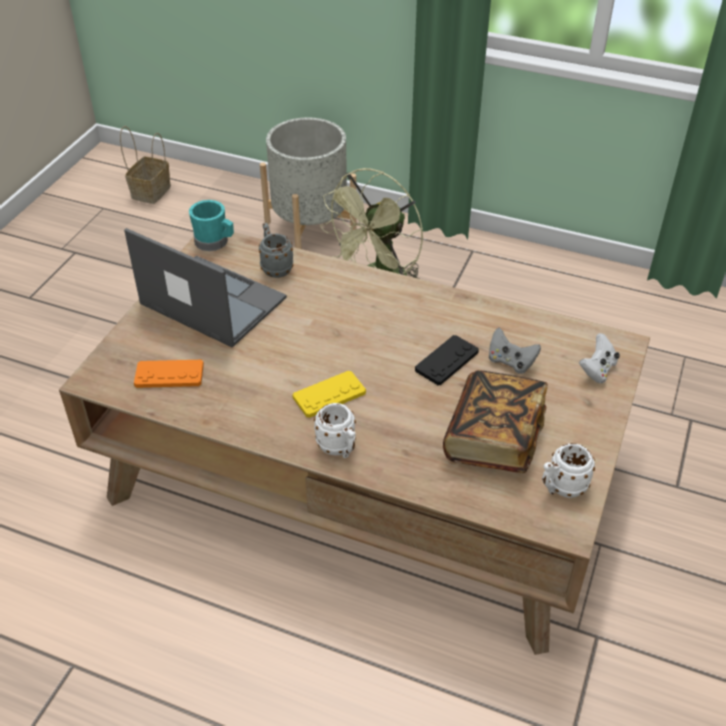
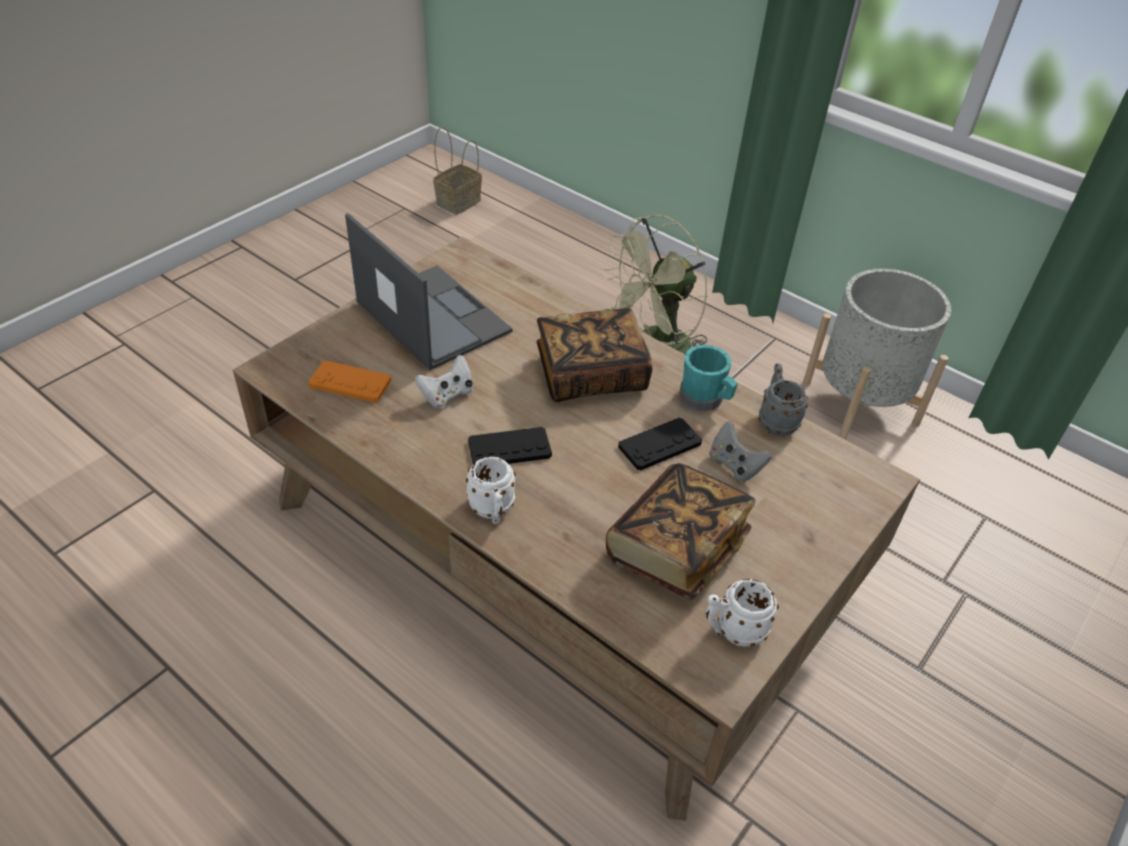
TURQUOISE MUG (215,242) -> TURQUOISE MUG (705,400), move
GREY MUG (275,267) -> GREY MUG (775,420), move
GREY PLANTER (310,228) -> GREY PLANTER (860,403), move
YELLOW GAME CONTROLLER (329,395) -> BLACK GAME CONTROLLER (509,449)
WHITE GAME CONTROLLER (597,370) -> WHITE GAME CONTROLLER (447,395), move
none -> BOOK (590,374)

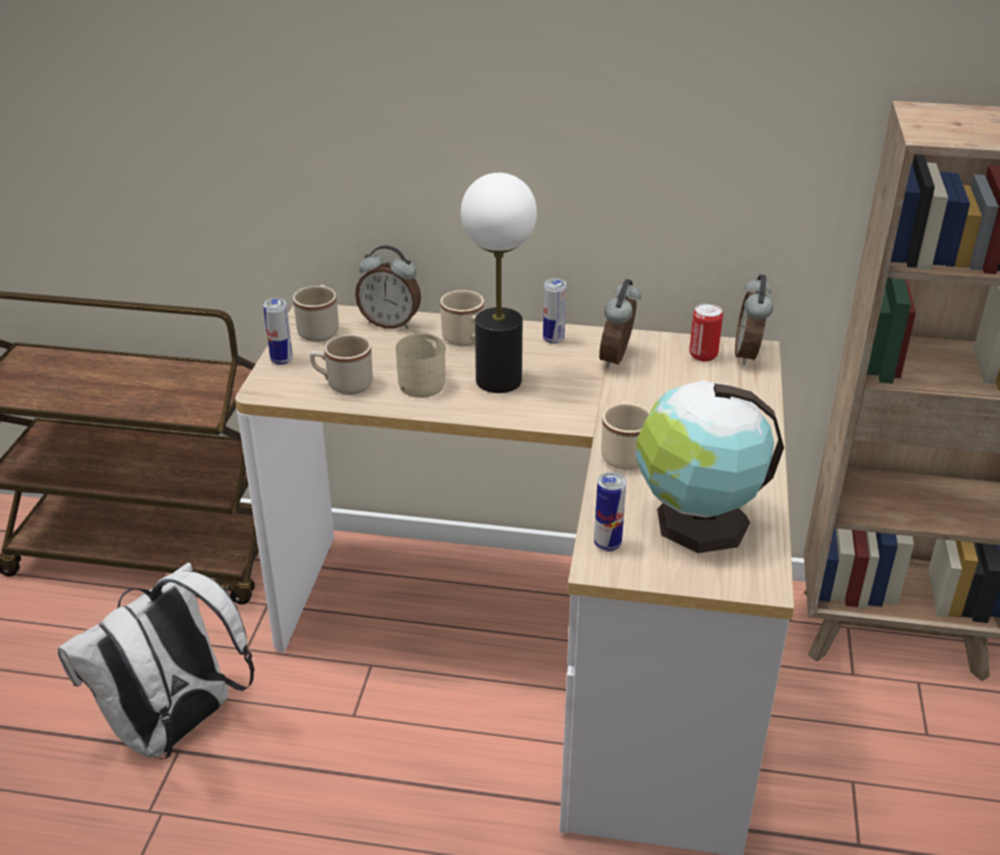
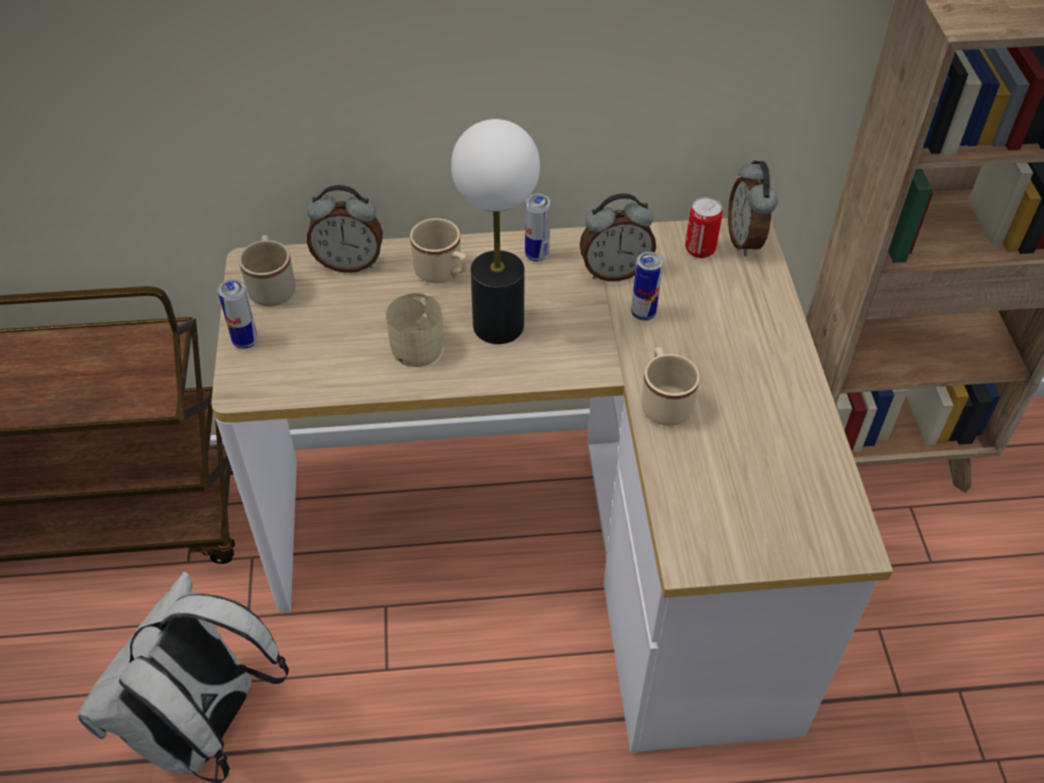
BEIGE MUG (343,384) -> none
CAN (607,544) -> CAN (643,313), move
ALARM CLOCK (618,359) -> ALARM CLOCK (614,271), 105 degrees counterclockwise
GLOBE (696,522) -> none

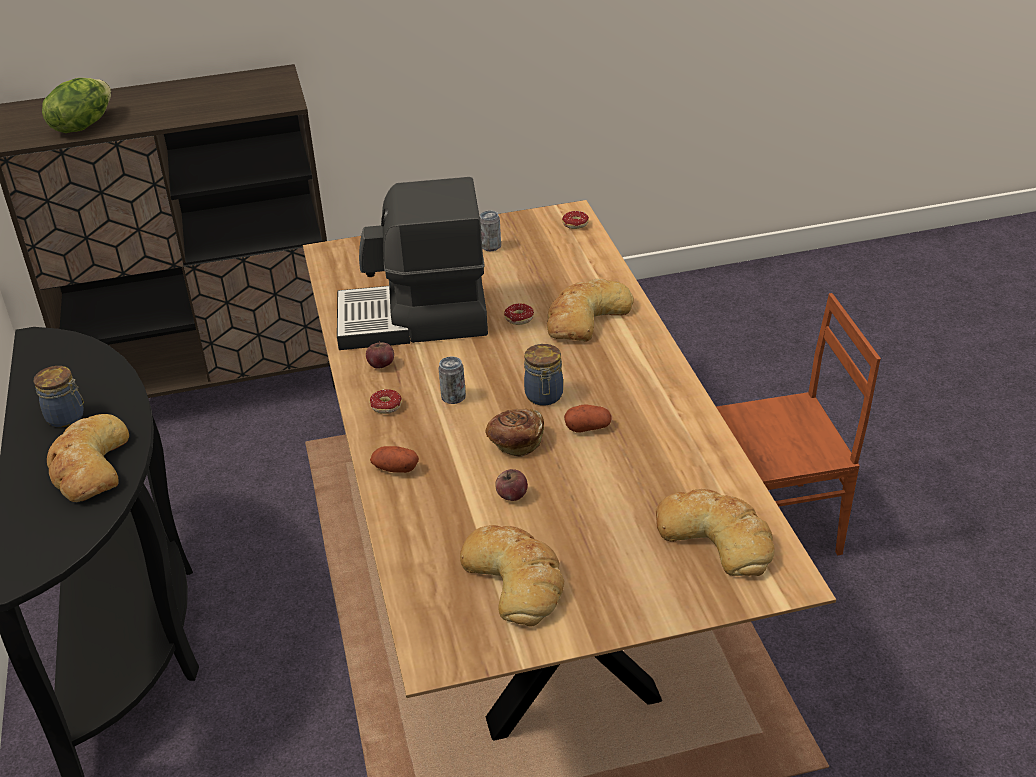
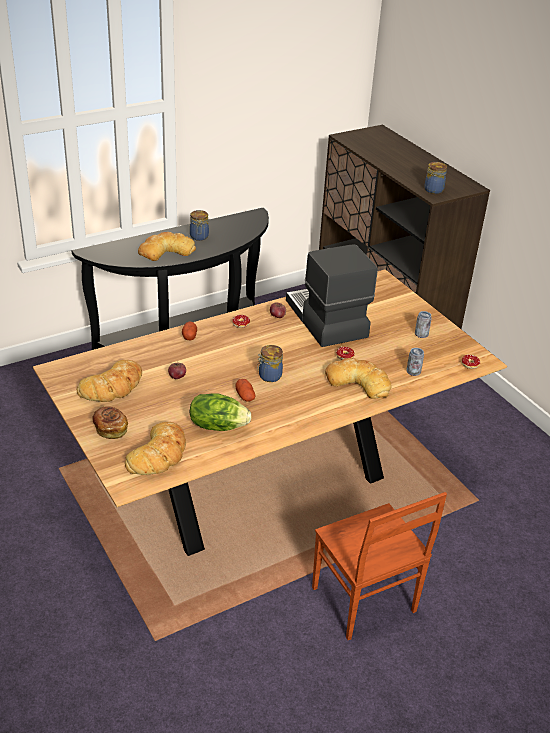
LETTUCE (82,125) -> LETTUCE (218,425), move
CAN (453,397) -> CAN (413,372), move
BREAD (515,443) -> BREAD (110,429), move
none -> JAR (433,189)

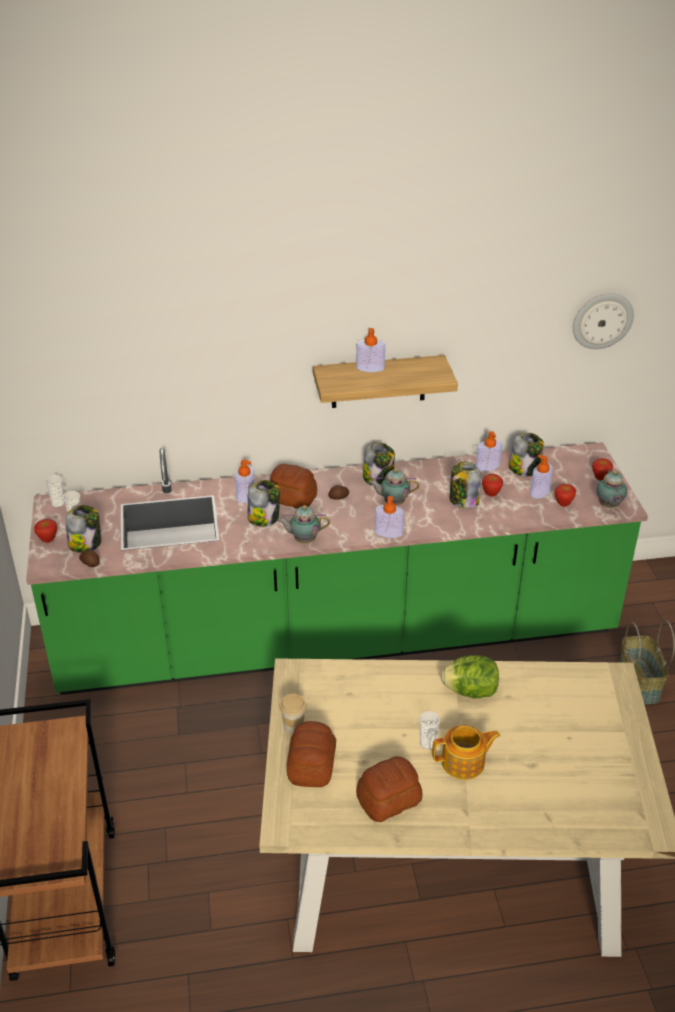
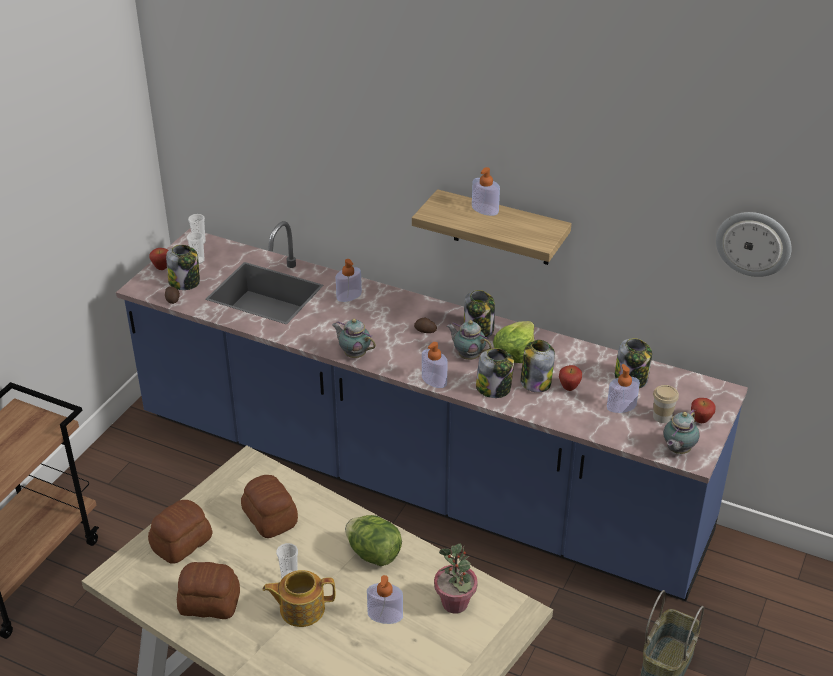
GREEN COUNTER (337,637) -> BLUE COUNTER (416,477)
JAR (264,518) -> JAR (494,388), move
BREAD (292,499) -> BREAD (269,518), move
CUP (293,725) -> CUP (662,416), move
TEAPOT (464,763) -> TEAPOT (301,609), 150 degrees clockwise
SOAP DISPENSER (487,466) -> SOAP DISPENSER (385,615), move
APPLE (563,504) -> none
none -> POTTED PLANT (455,603)
none -> LETTUCE (514,352)

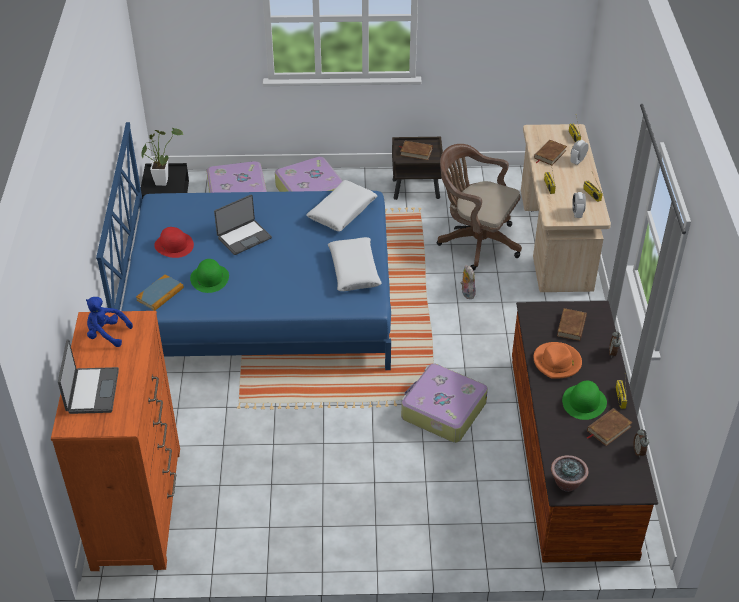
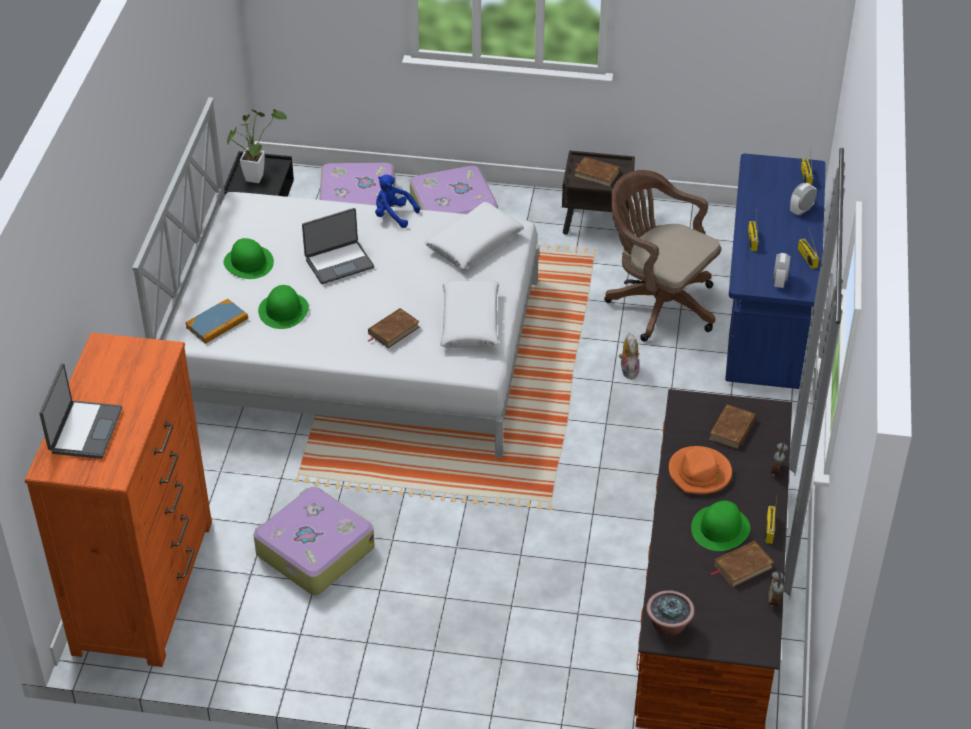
BLUE PLUSH TOY (106,334) -> BLUE PLUSH TOY (393,215), move
BLUE BED (261,301) -> WHITE BED (356,348)
RED HAT (174,245) -> GREEN HAT (248,262)
SUITCASE (442,410) -> SUITCASE (313,551), move
BEIGE DESK (555,240) -> BLUE DESK (767,314)
BROWN BOOK (549,154) -> BROWN BOOK (393,330), move

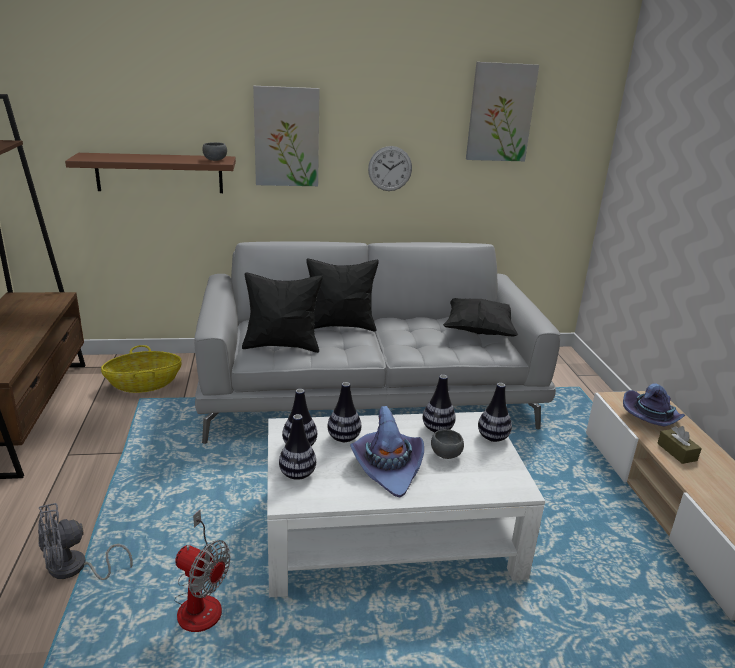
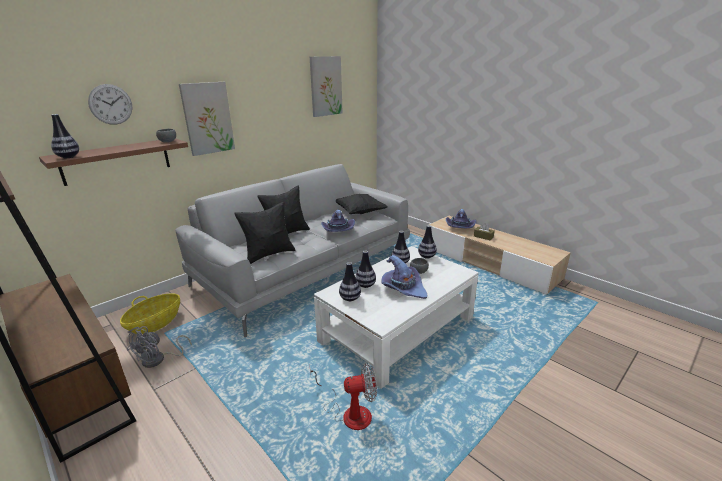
GREY FAN (74,569) -> GREY FAN (159,360), move
VASE (297,474) -> VASE (68,157), move
WALL CLOCK (390,168) -> WALL CLOCK (110,104), move
none -> PURPLE HAT (337,230)

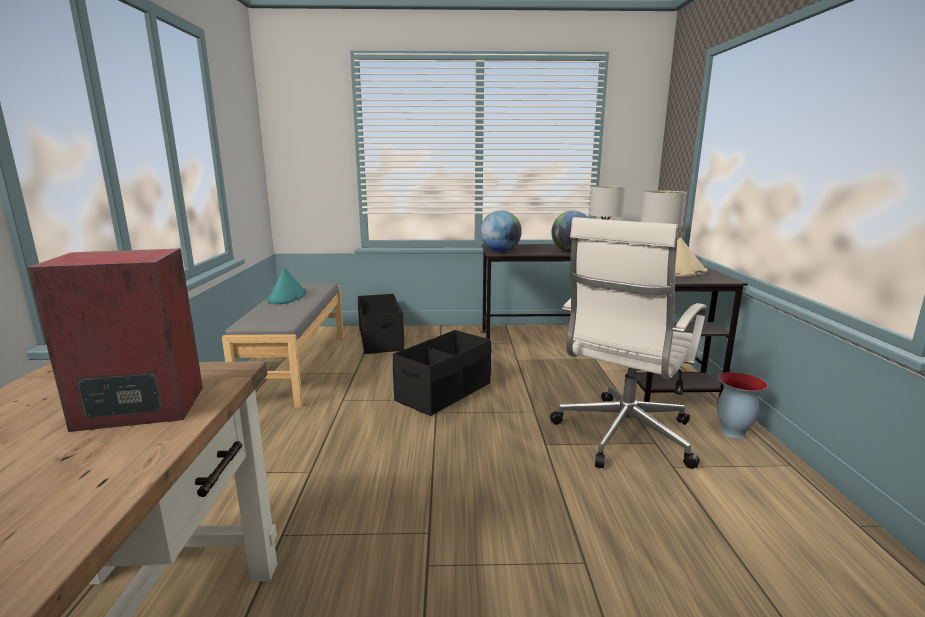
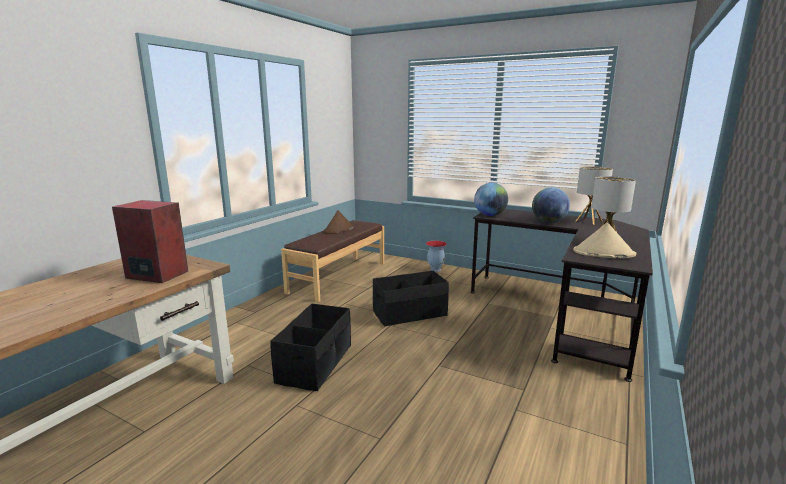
GREY BENCH (295,367) -> BROWN BENCH (338,277)
TURQUOISE HAT (287,297) -> BROWN HAT (338,230)
BLACK STORAGE BOX (381,340) -> BLACK STORAGE BOX (315,363), move
WHITE OFFICE CHAIR (622,436) -> none
VASE (732,432) -> VASE (435,269), move

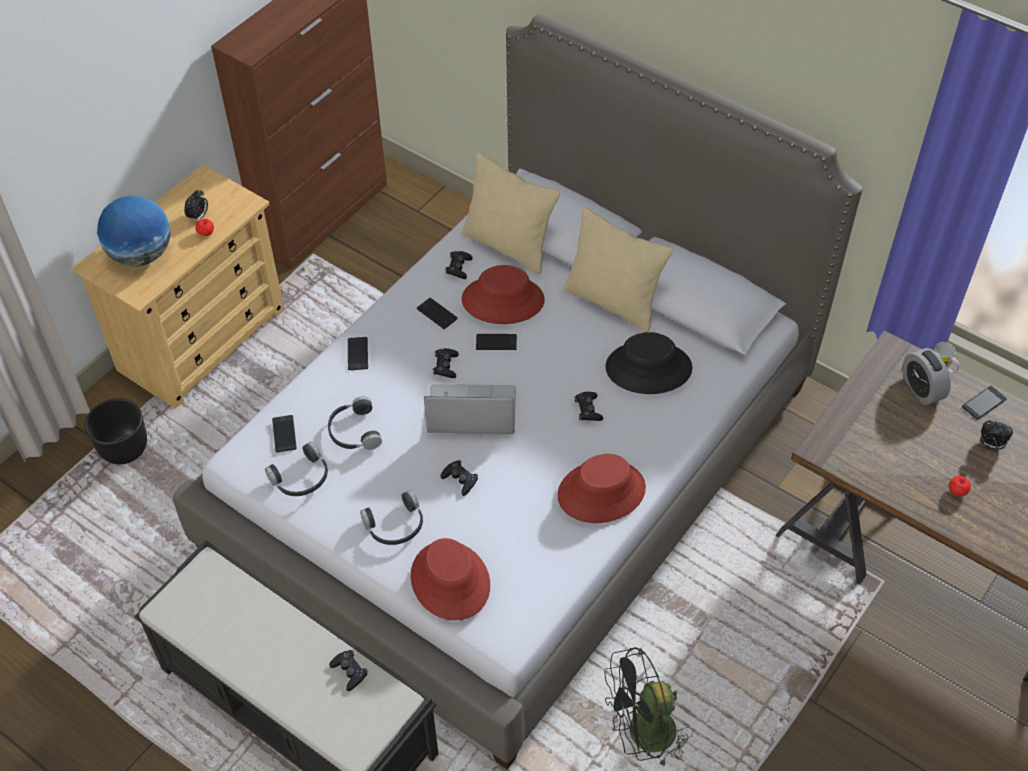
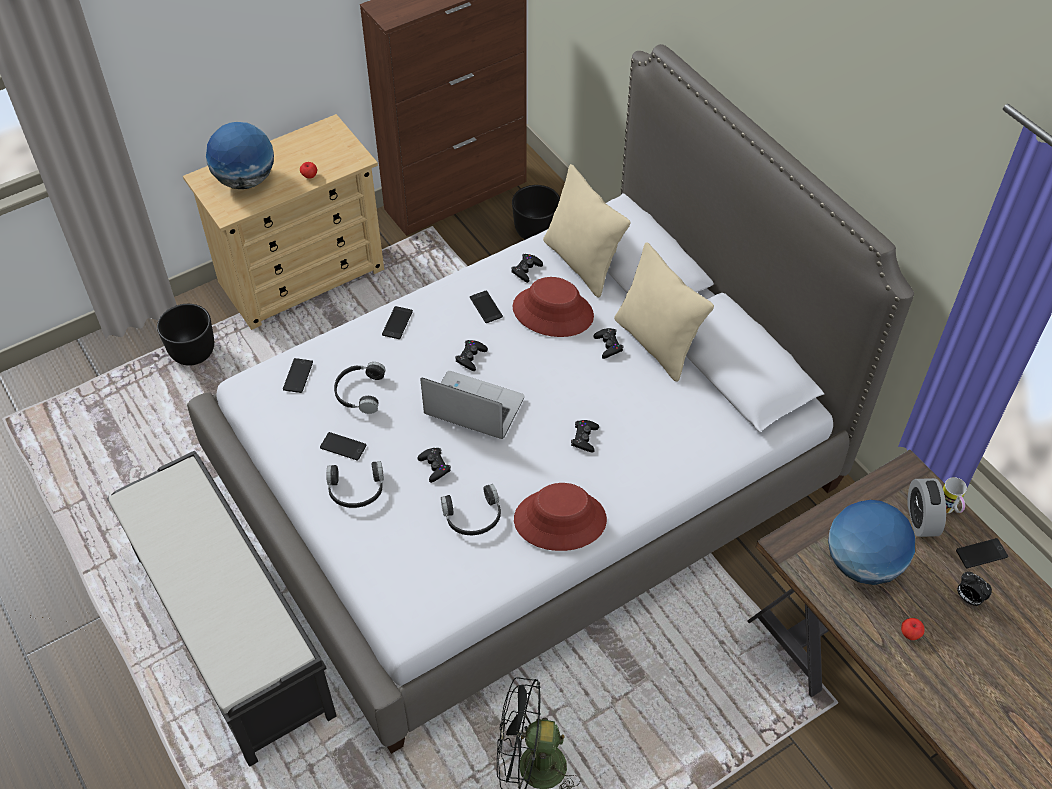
ALARM CLOCK (199,216) -> none
BLACK HEADPHONES (301,478) -> BLACK HEADPHONES (473,517), move
BLACK GAME CONTROLLER (349,671) -> BLACK GAME CONTROLLER (608,345), move
RED HAT (450,581) -> none
PHONE (496,342) -> PHONE (343,446), move
BLACK HAT (648,368) -> none
none -> BLACK PLANTER (536,232)
none -> GLOBE (862,563)

